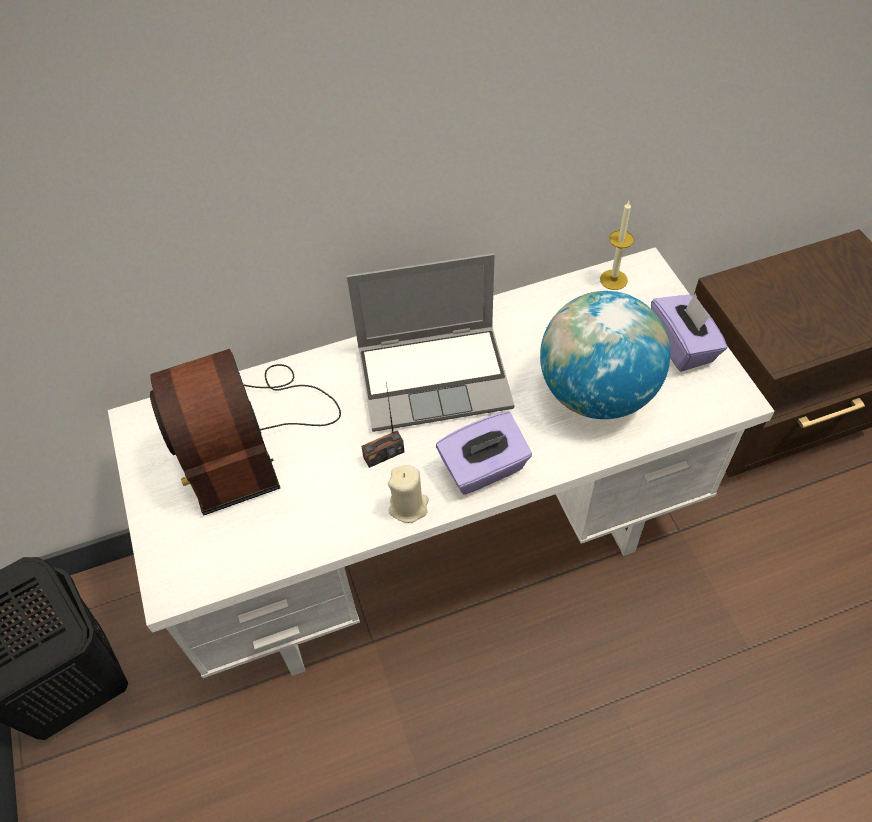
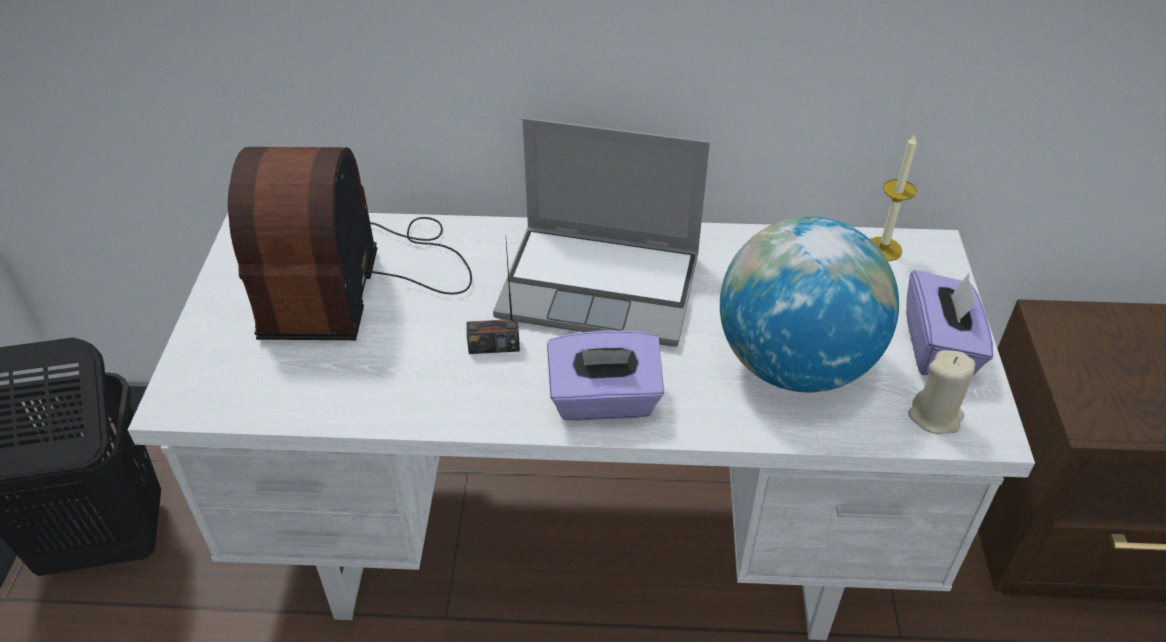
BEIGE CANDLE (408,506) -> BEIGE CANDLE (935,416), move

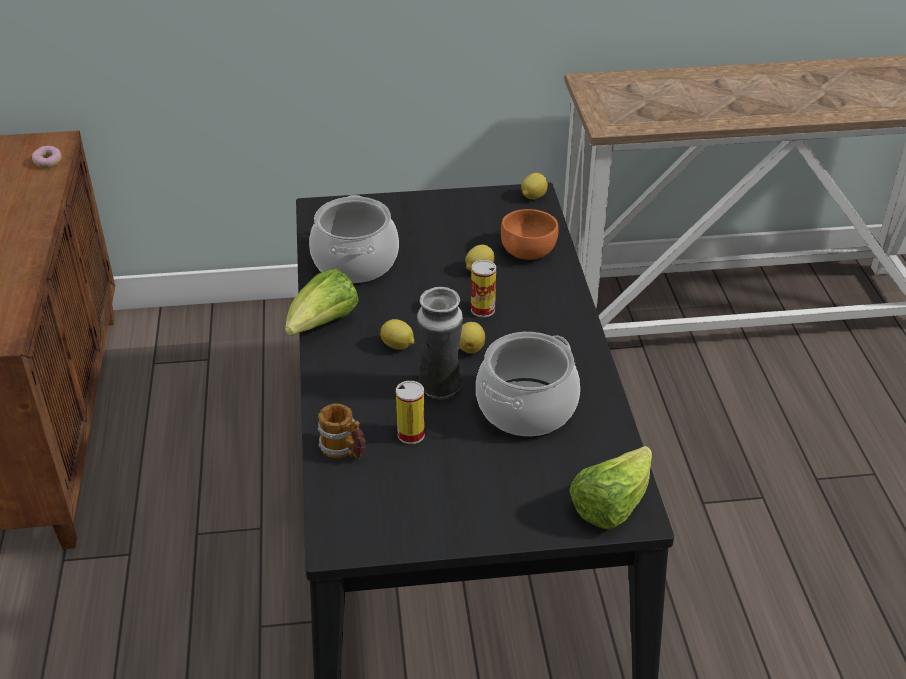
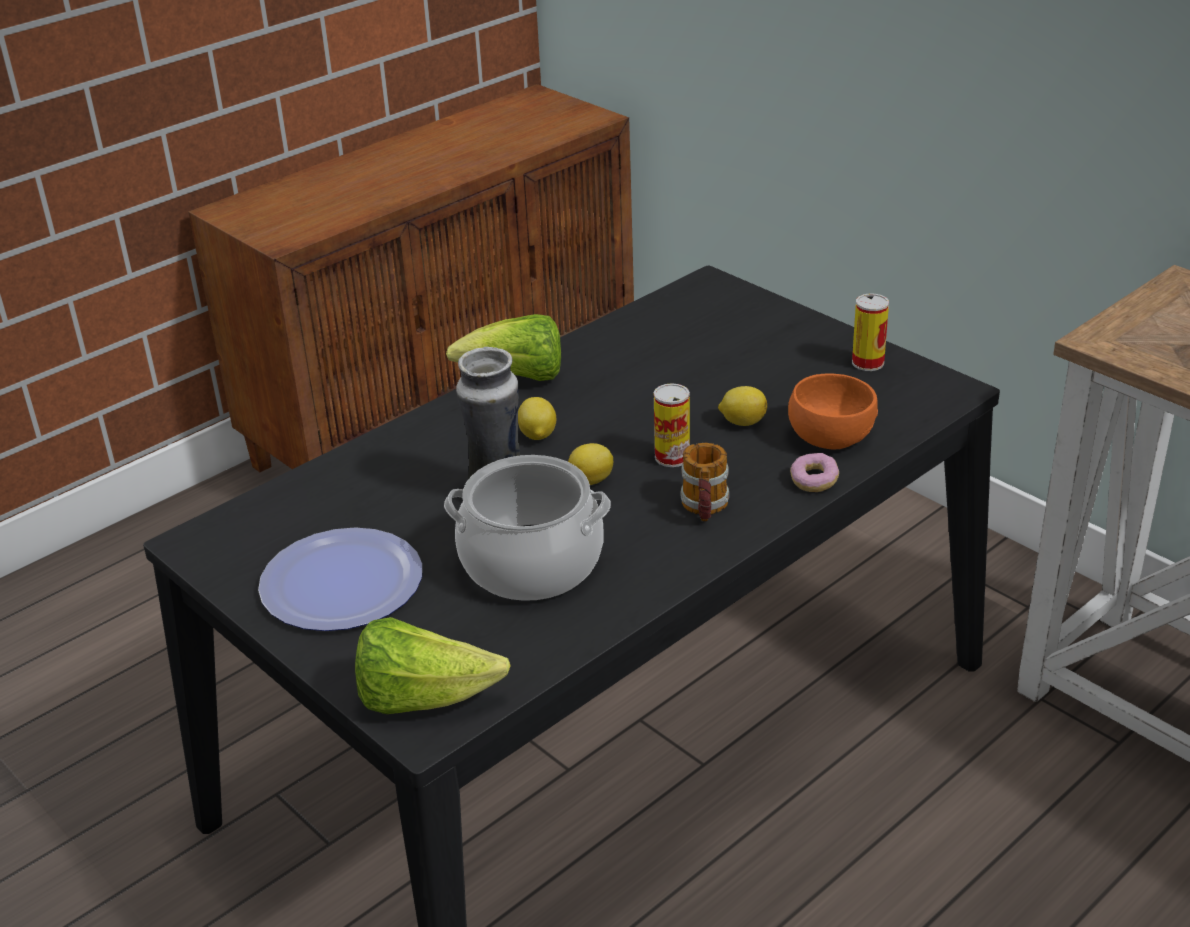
DONUT (48,162) -> DONUT (814,481), move
COOKING POT (356,262) -> none
MUG (344,450) -> MUG (704,508), move
CAN (411,434) -> CAN (867,362), move
LEMON (533,197) -> none
none -> PLATE (342,582)

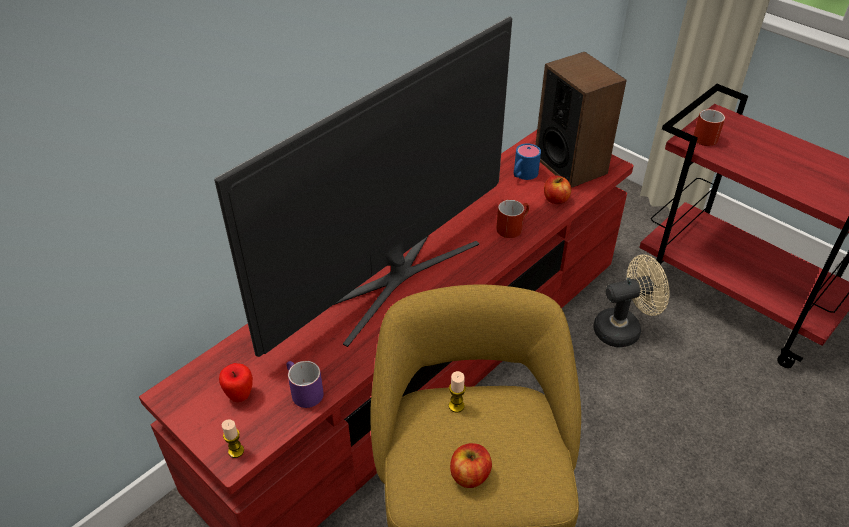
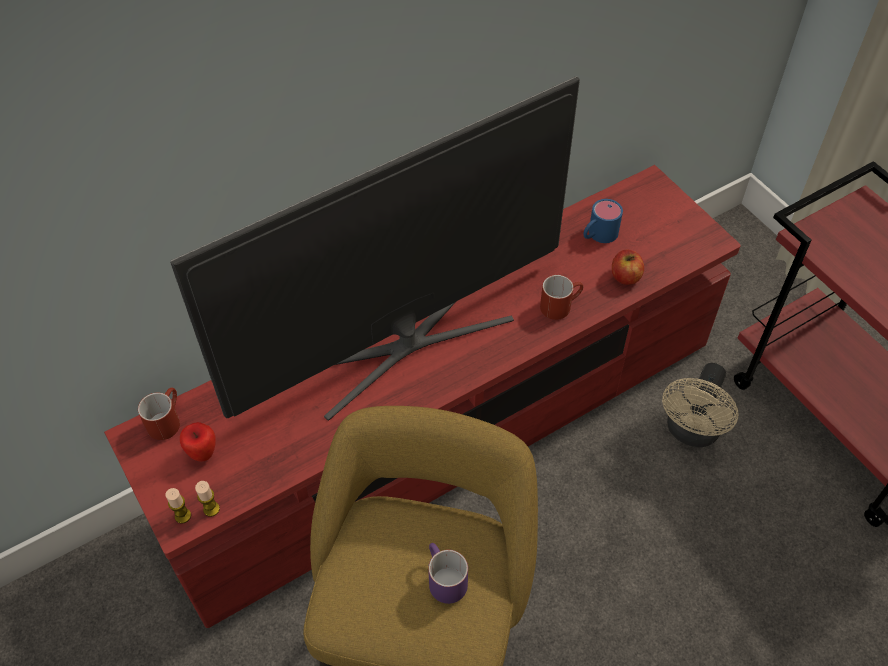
PURPLE MUG (302,392) -> PURPLE MUG (443,579), move
CANDLE (456,406) -> CANDLE (211,509), move
APPLE (469,475) -> none
SPEAKER (570,164) -> none
BEIGE FAN (623,328) -> BEIGE FAN (691,432), 120 degrees clockwise
RED MUG (703,136) -> RED MUG (166,420), move

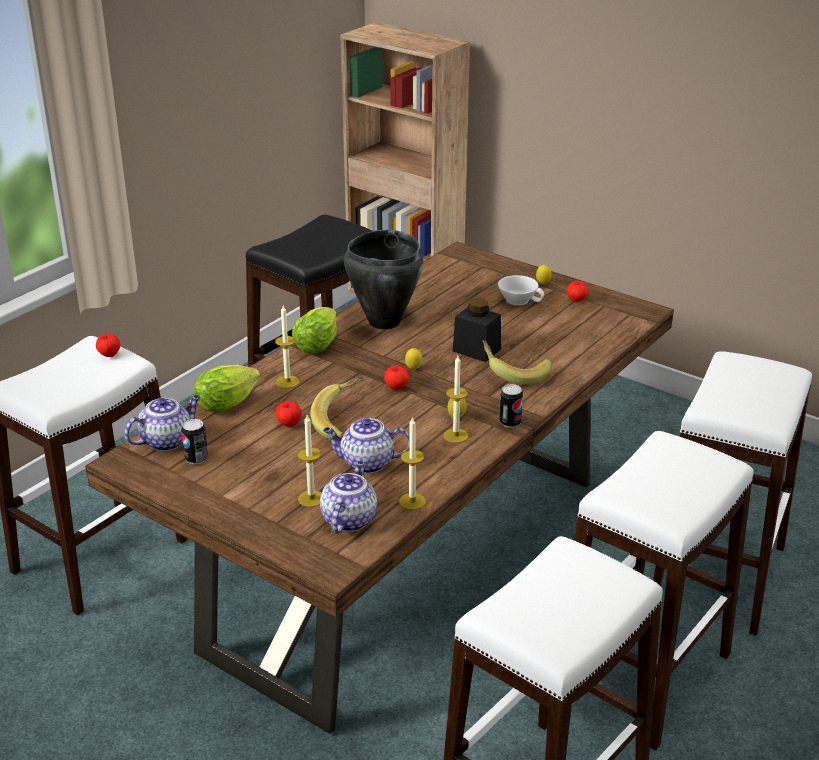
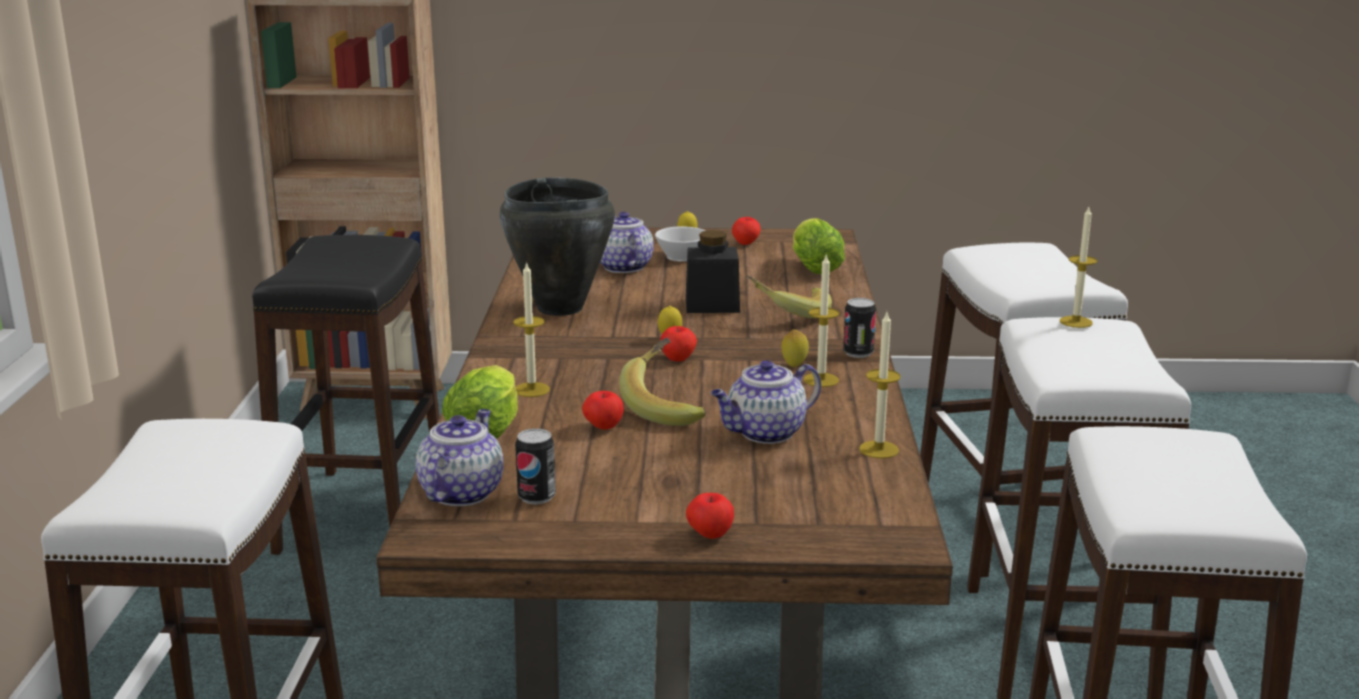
APPLE (109,354) -> APPLE (710,534), move
LETTUCE (318,344) -> LETTUCE (813,267), move
CANDLE (311,498) -> CANDLE (1076,322), move
TEAPOT (348,519) -> TEAPOT (623,267), move

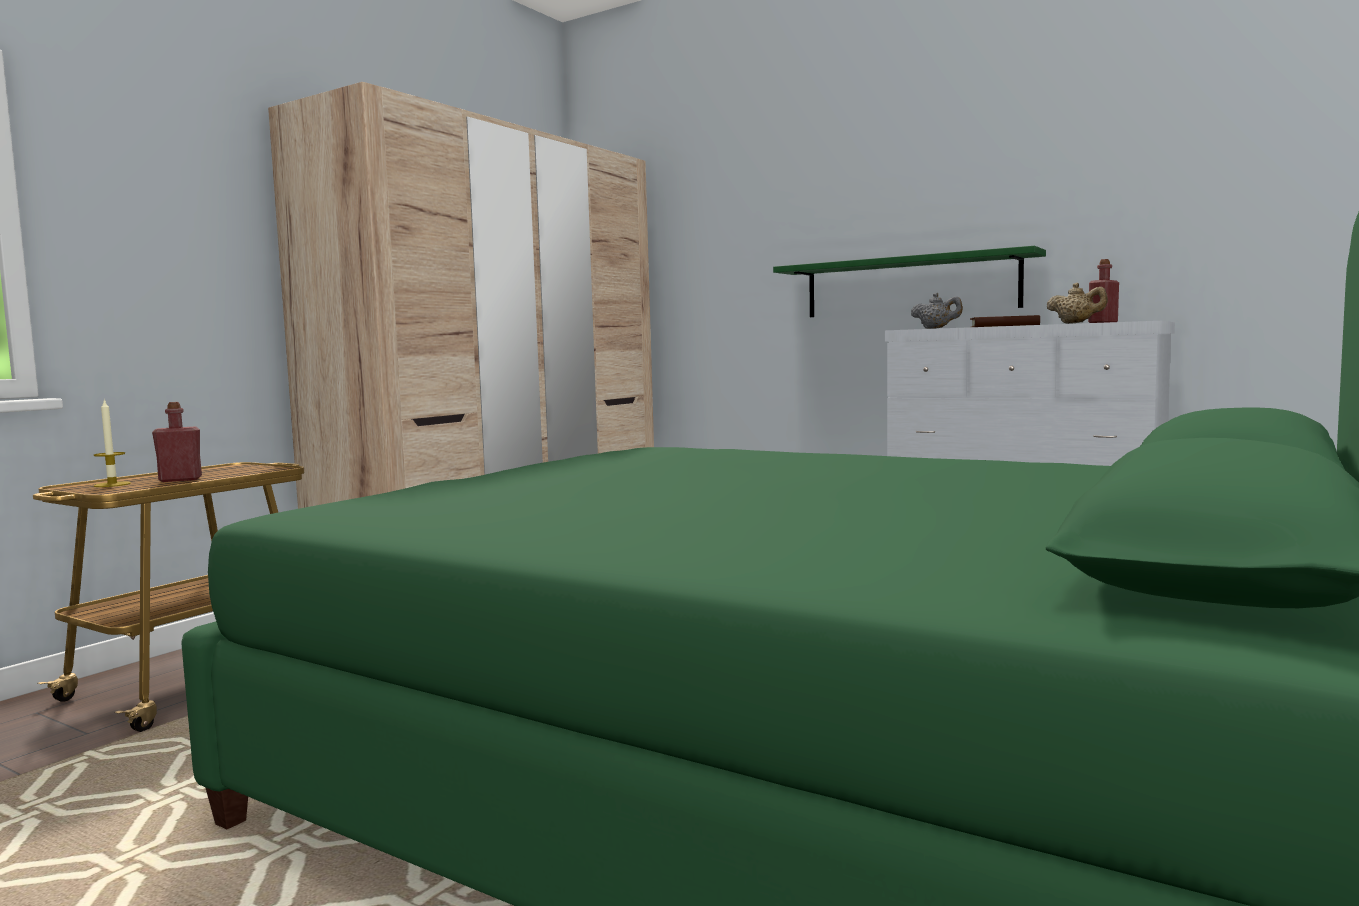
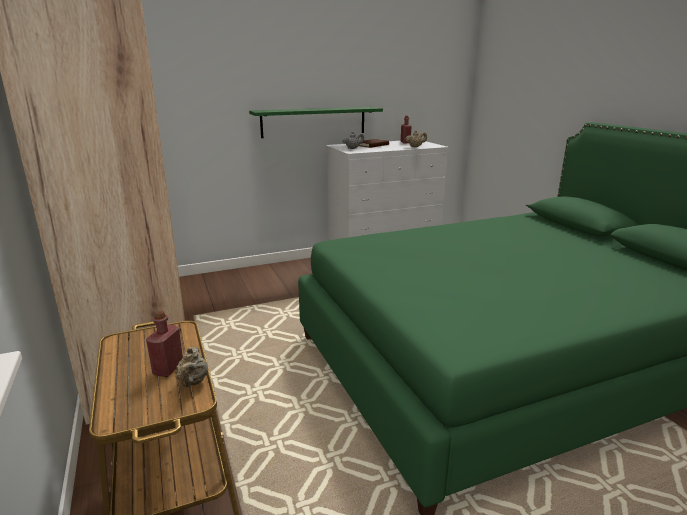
CANDLE (112,484) -> none
none -> BEIGE TEAPOT (193,382)

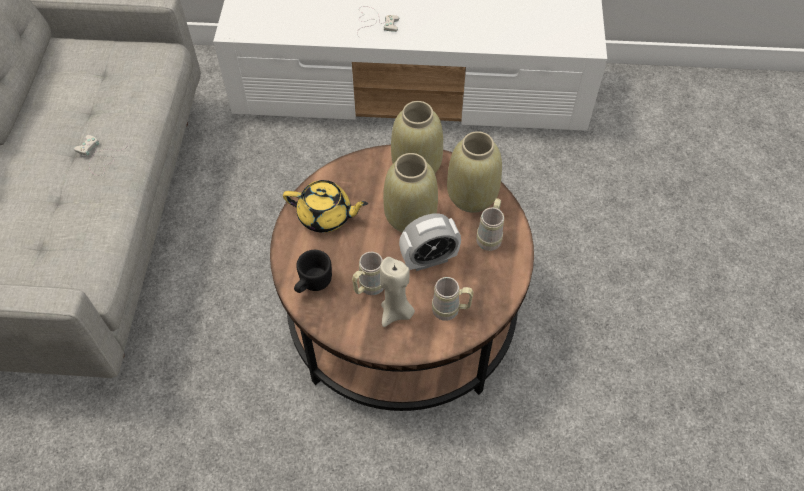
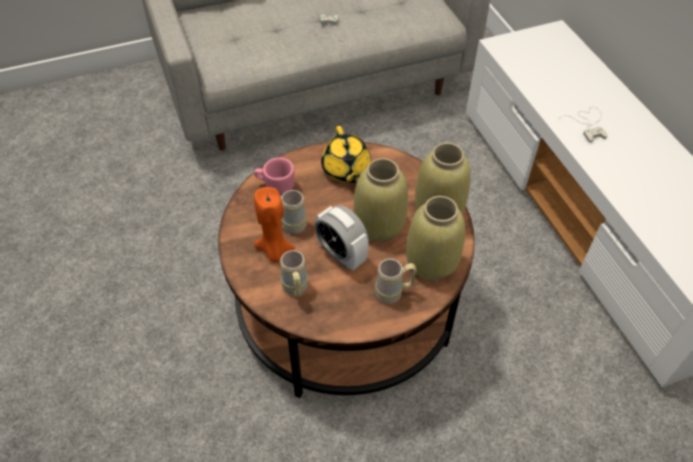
BLACK MUG (312,283) -> PINK MUG (275,186)
BEIGE CANDLE (396,312) -> ORANGE CANDLE (274,251)

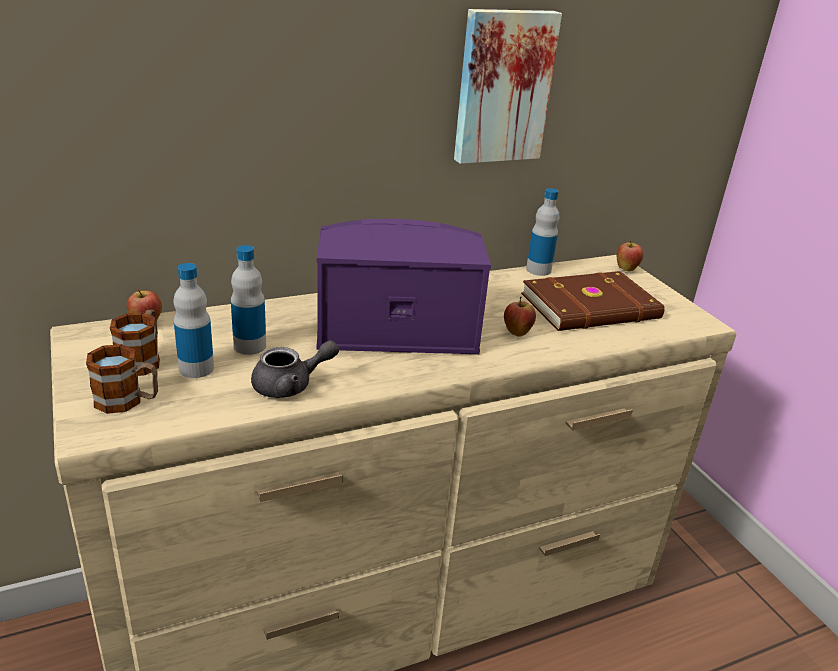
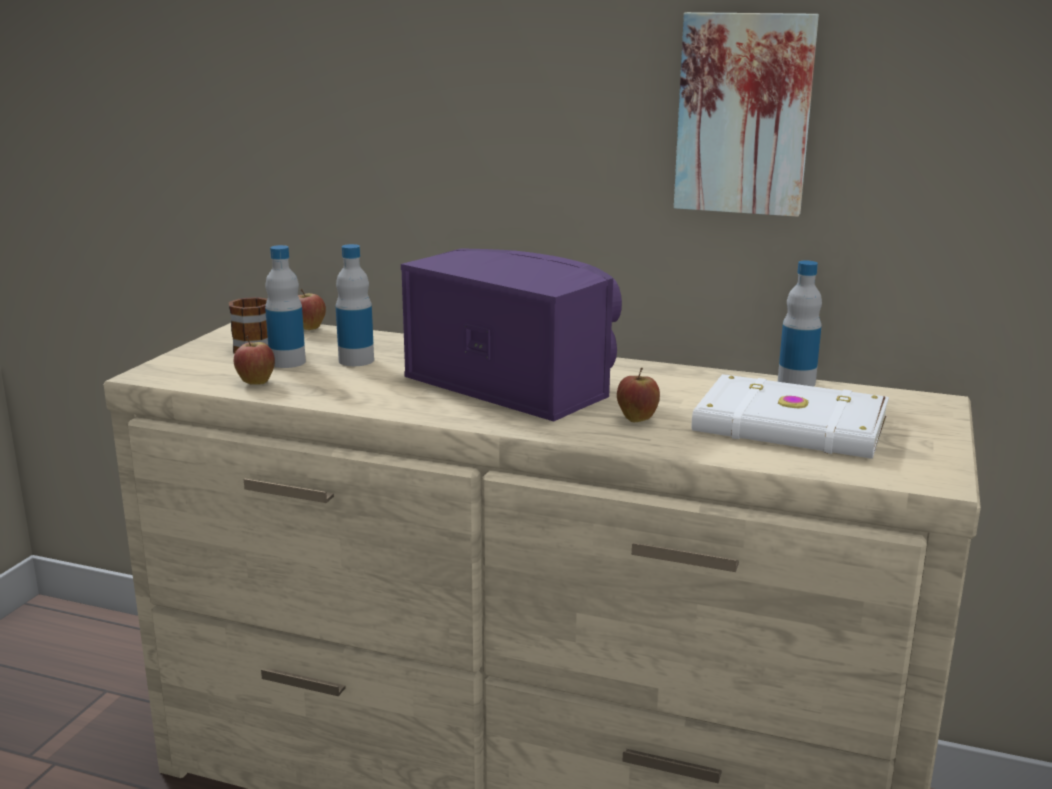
MUG (128,401) -> none
GREY TEAPOT (291,385) -> none
BROWN BOOK (592,308) -> WHITE BOOK (791,427)
APPLE (626,269) -> APPLE (256,383), move

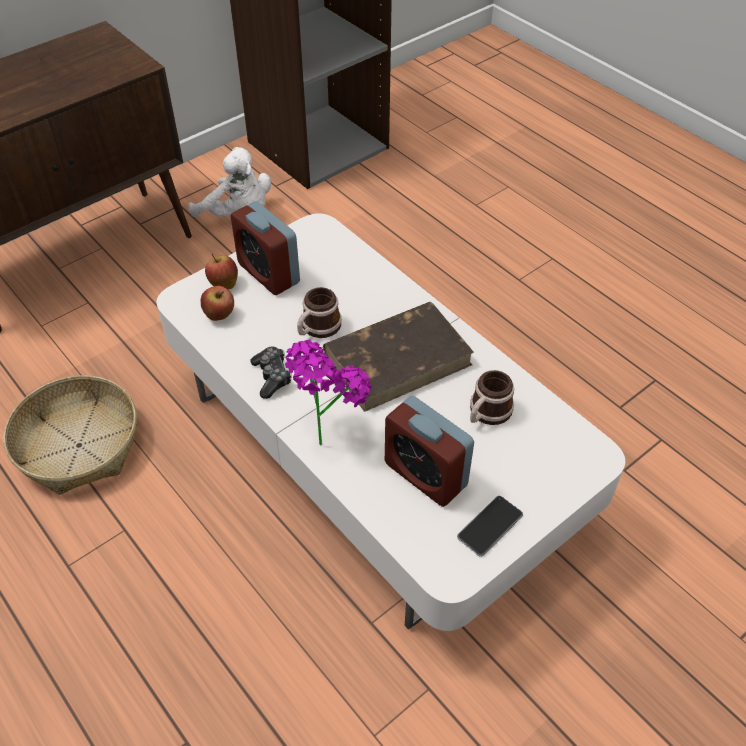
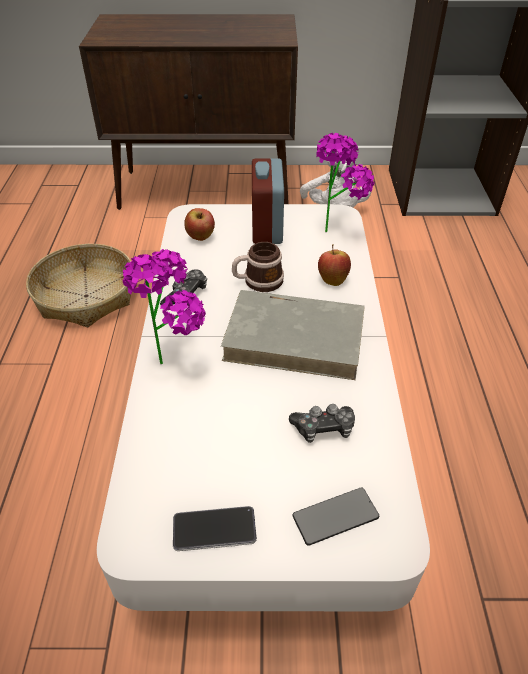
APPLE (223,284) -> APPLE (332,279), move
BROWN BOOK (398,358) -> GREY BOOK (296,338)
ALARM CLOCK (425,474) -> none
MUG (487,413) -> GAME CONTROLLER (323,428)
none -> PHONE (335,517)
none -> POTTED PLANT (337,228)

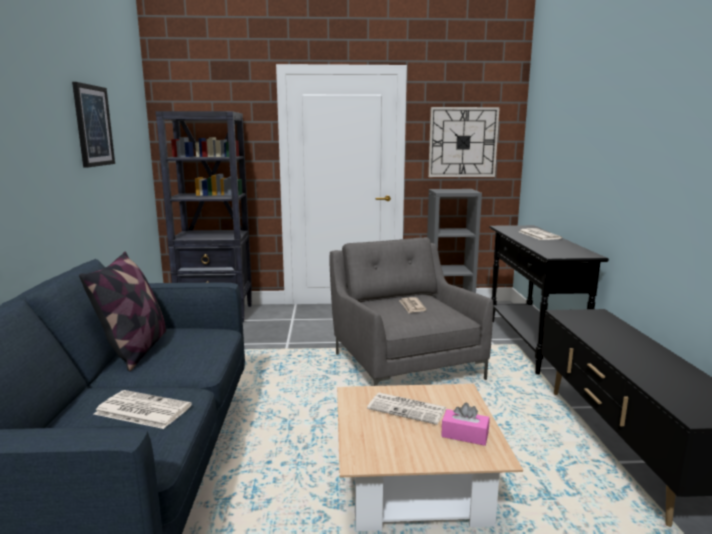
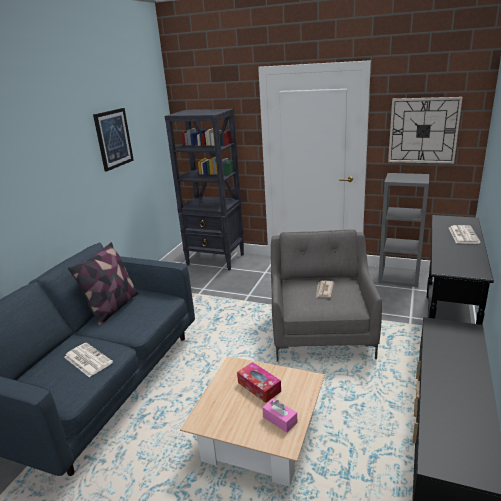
NEWSPAPER (408,409) -> TISSUE BOX (259,387)

